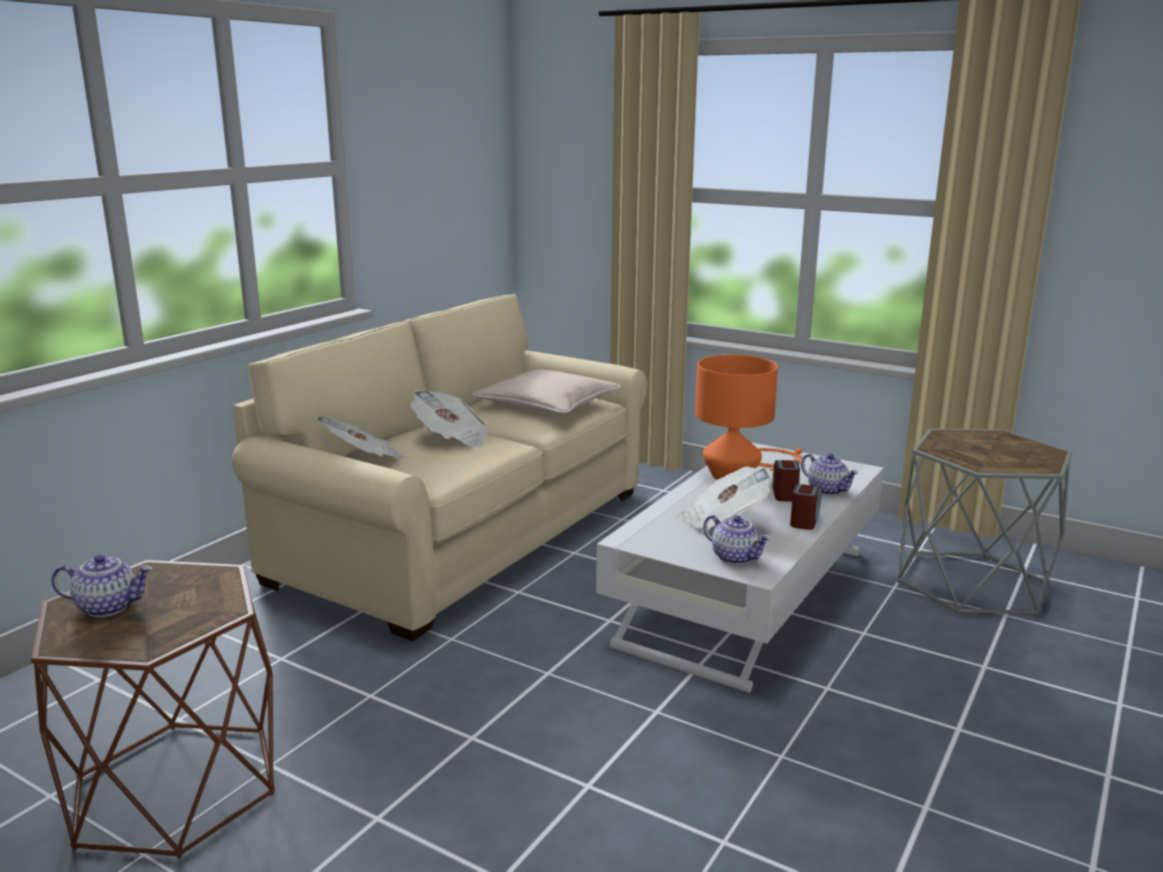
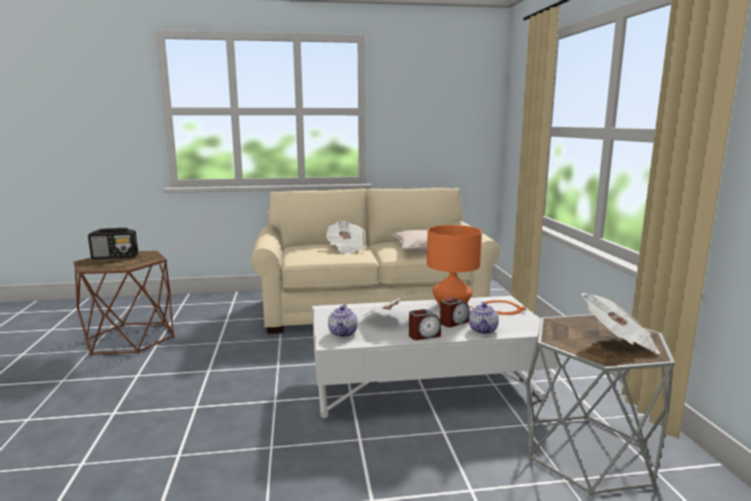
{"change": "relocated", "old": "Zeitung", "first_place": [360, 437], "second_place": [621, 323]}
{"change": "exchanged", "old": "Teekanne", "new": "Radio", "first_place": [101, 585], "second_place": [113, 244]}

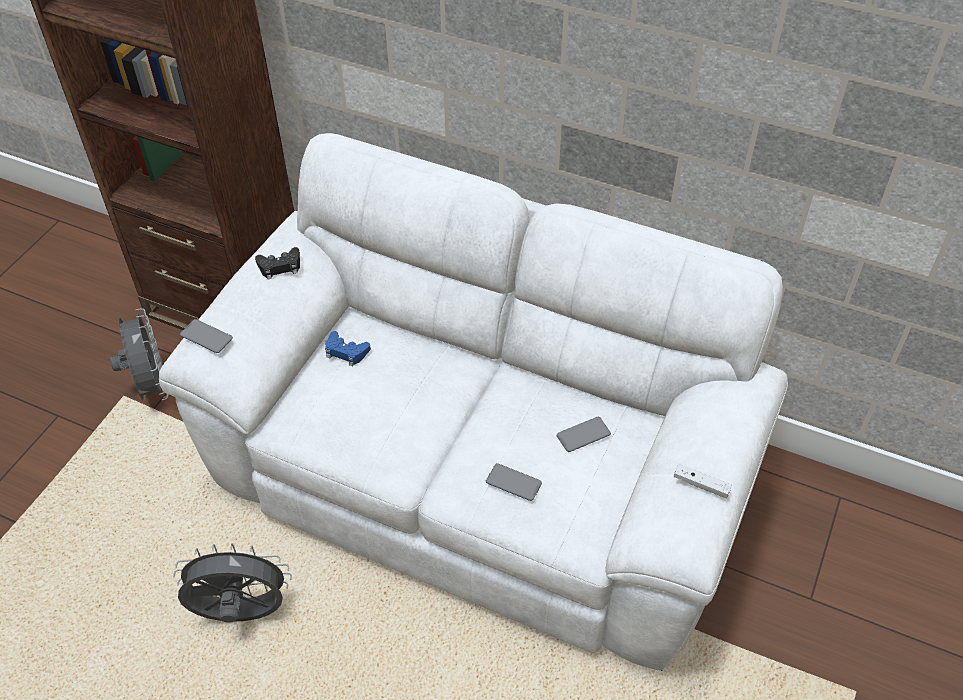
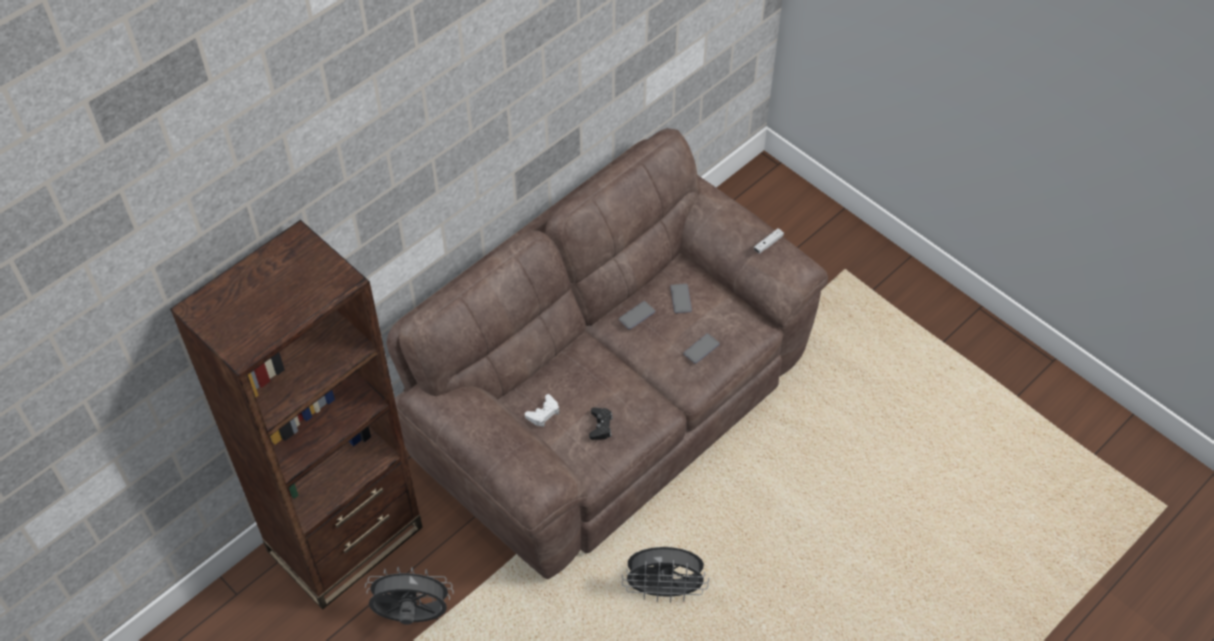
{"change": "relocated", "old": "Handy", "first_place": [206, 336], "second_place": [637, 315]}
{"change": "relocated", "old": "Gamepad [schwarz]", "first_place": [277, 263], "second_place": [601, 423]}
{"change": "colour", "old": "Sofa [weiß]", "new": "Sofa [braun]", "first_place": [473, 402], "second_place": [607, 353]}
{"change": "colour", "old": "Gamepad [blau]", "new": "Gamepad [weiß]", "first_place": [348, 348], "second_place": [542, 410]}
{"change": "spun", "old": "Ventilator [grau]", "first_place": [232, 583], "second_place": [665, 575], "degrees": -105}

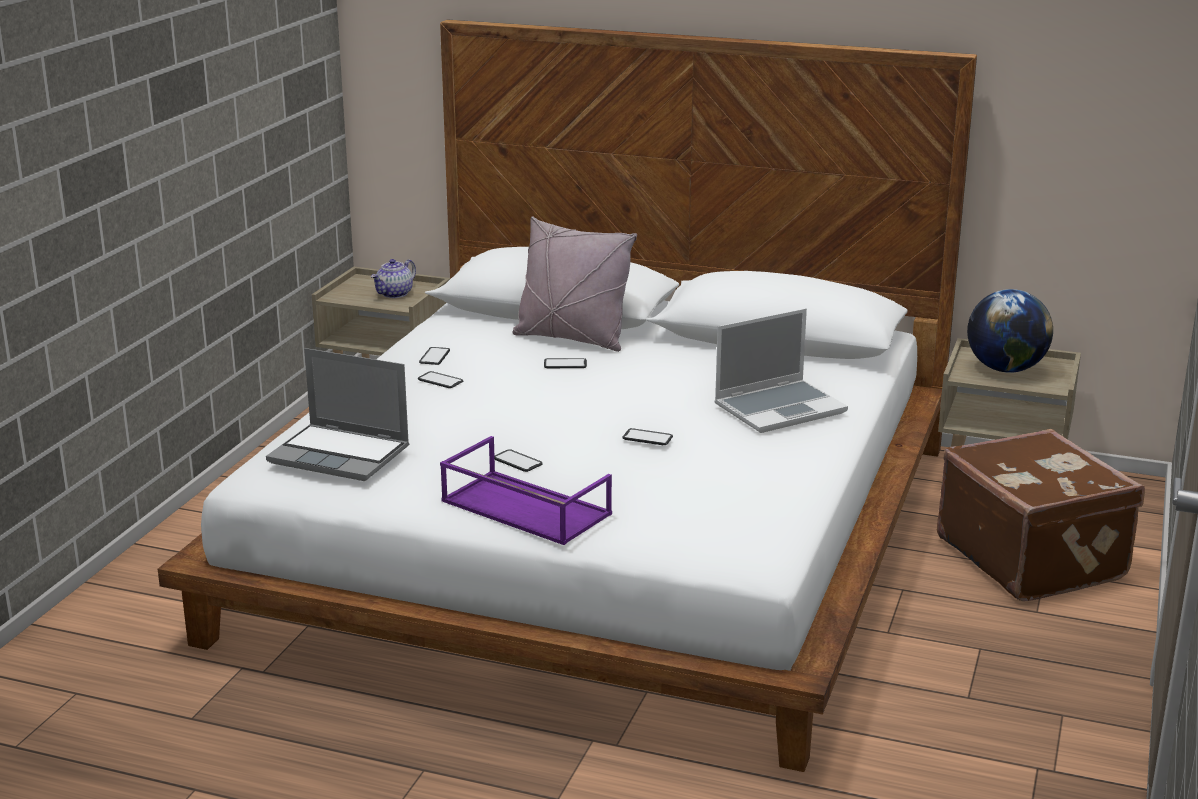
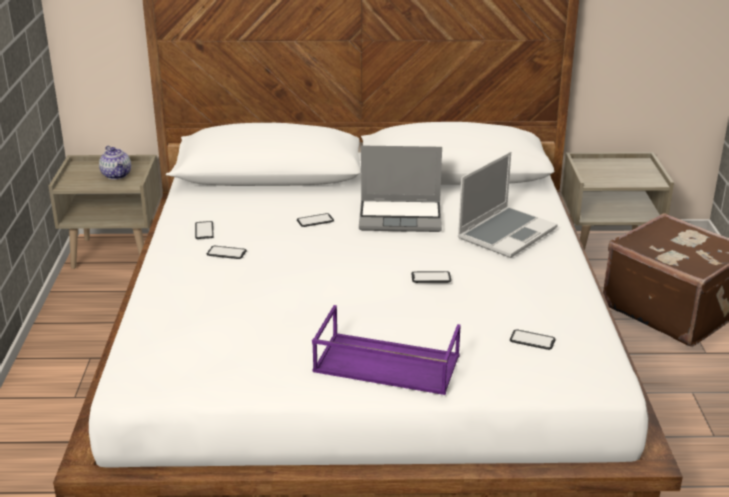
{"change": "missing", "old": "Kissen [lila]", "first_place": [574, 284]}
{"change": "missing", "old": "Globus", "first_place": [1010, 331]}
{"change": "relocated", "old": "Laptop", "first_place": [337, 414], "second_place": [400, 188]}
{"change": "relocated", "old": "Handy", "first_place": [518, 460], "second_place": [533, 339]}
{"change": "spun", "old": "Teekanne", "first_place": [393, 278], "second_place": [115, 162], "degrees": -45}

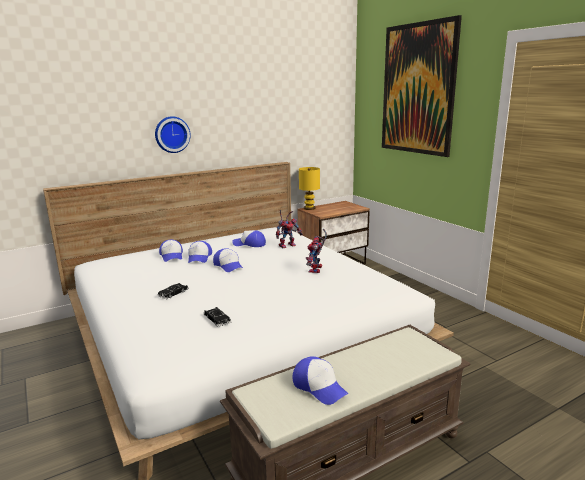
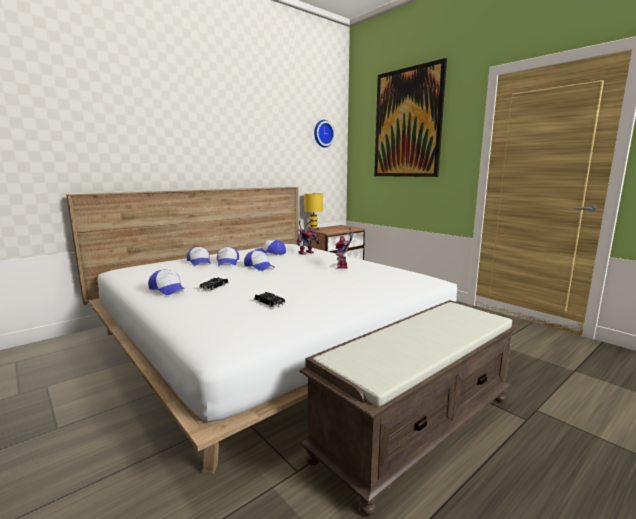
{"change": "relocated", "old": "Wanduhr", "first_place": [173, 134], "second_place": [324, 133]}
{"change": "relocated", "old": "Kappe", "first_place": [320, 380], "second_place": [166, 282]}

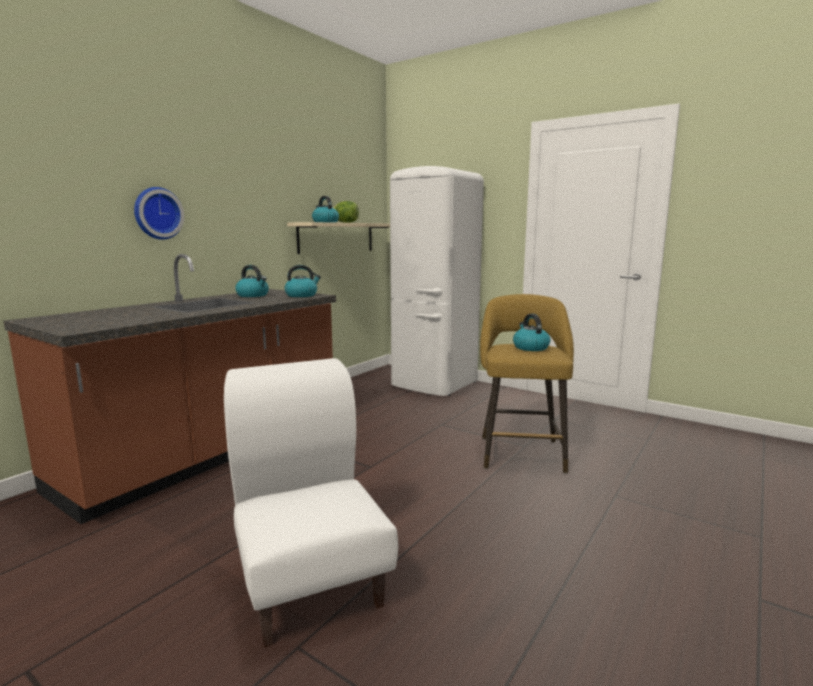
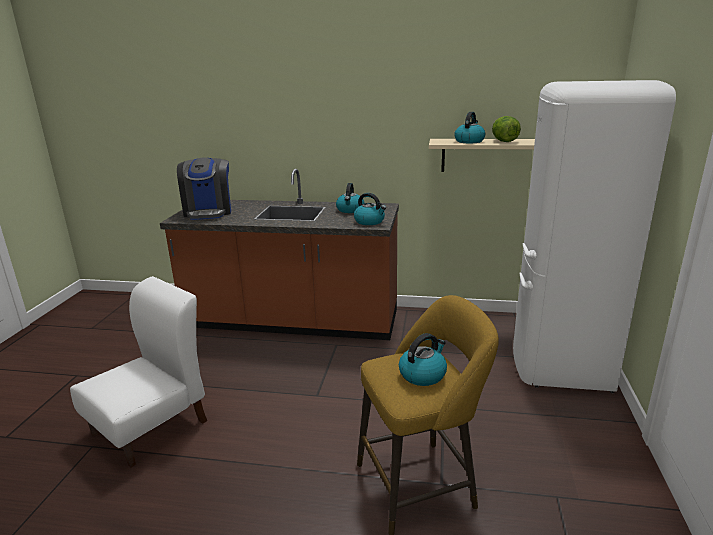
{"change": "missing", "old": "Wanduhr", "first_place": [159, 213]}
{"change": "appeared", "new": "Kaffeemaschine", "second_place": [204, 189]}

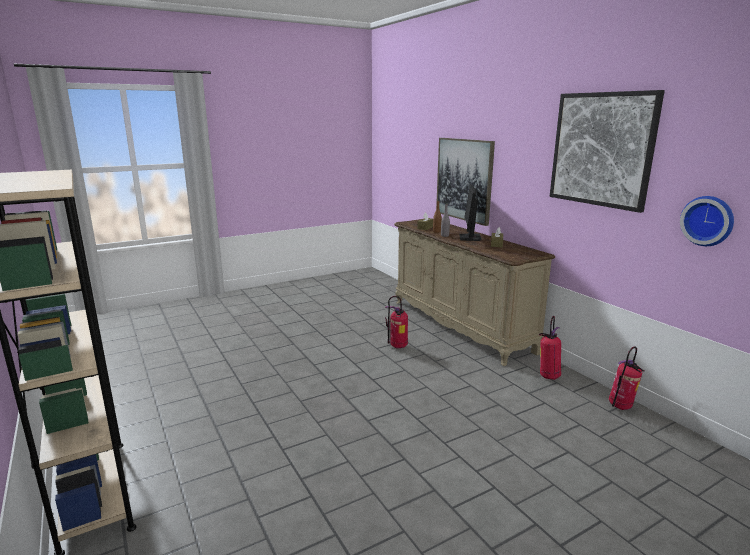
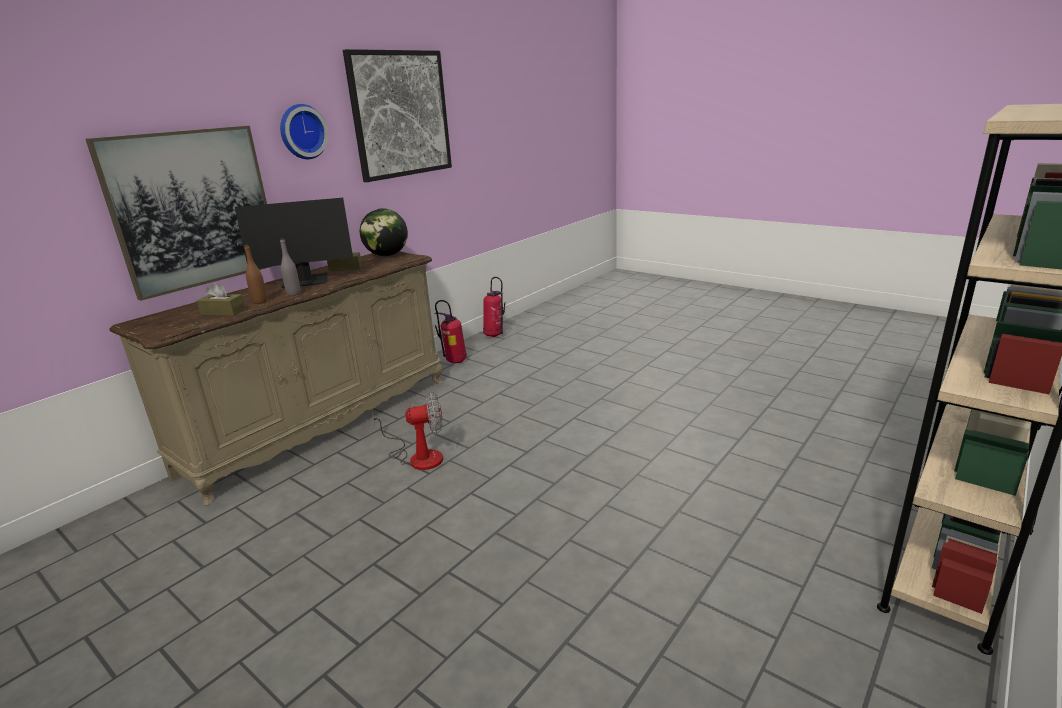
{"change": "appeared", "new": "Globus", "second_place": [384, 232]}
{"change": "relocated", "old": "Wanduhr", "first_place": [707, 221], "second_place": [304, 131]}
{"change": "exchanged", "old": "Feuerlöscher", "new": "Ventilator", "first_place": [396, 322], "second_place": [407, 431]}

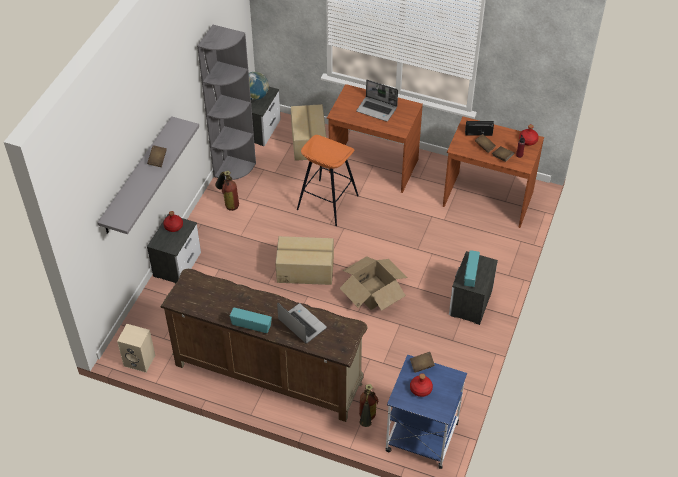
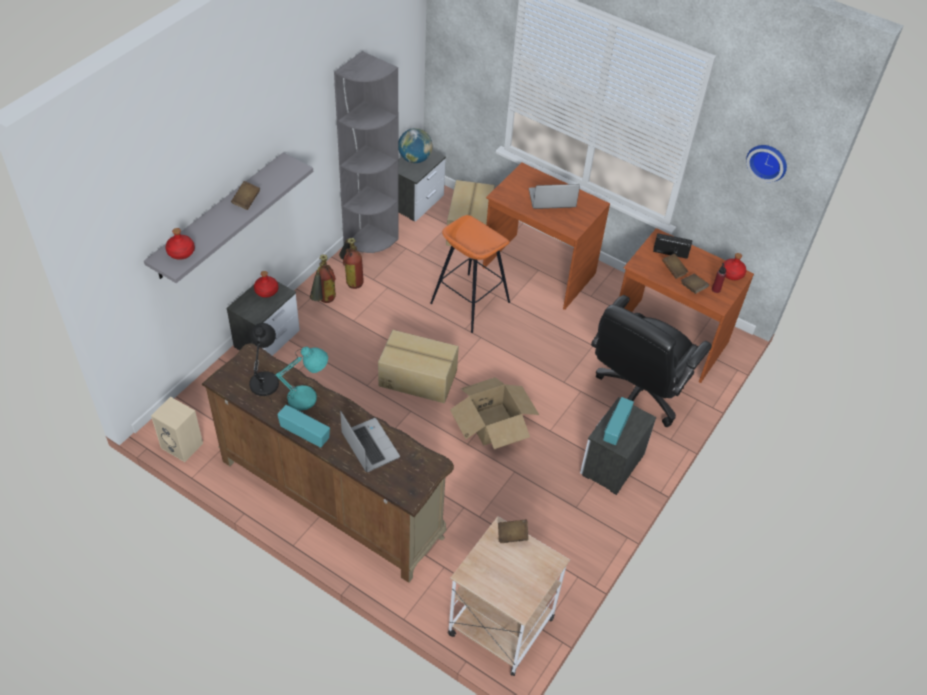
{"change": "appeared", "new": "Tischlampe [schwarz]", "second_place": [264, 362]}
{"change": "appeared", "new": "Tischlampe [türkis]", "second_place": [301, 378]}
{"change": "appeared", "new": "Bürostuhl [schwarz]", "second_place": [651, 361]}
{"change": "appeared", "new": "Wanduhr", "second_place": [766, 163]}
{"change": "relocated", "old": "Feuerlöscher", "first_place": [368, 405], "second_place": [323, 279]}
{"change": "relocated", "old": "Flasche [rot]", "first_place": [421, 385], "second_place": [180, 244]}
{"change": "colour", "old": "Rollwagen [blau]", "new": "Rollwagen [beige]", "first_place": [426, 411], "second_place": [508, 596]}
{"change": "spun", "old": "Laptop", "first_place": [377, 101], "second_place": [554, 196], "degrees": 135}

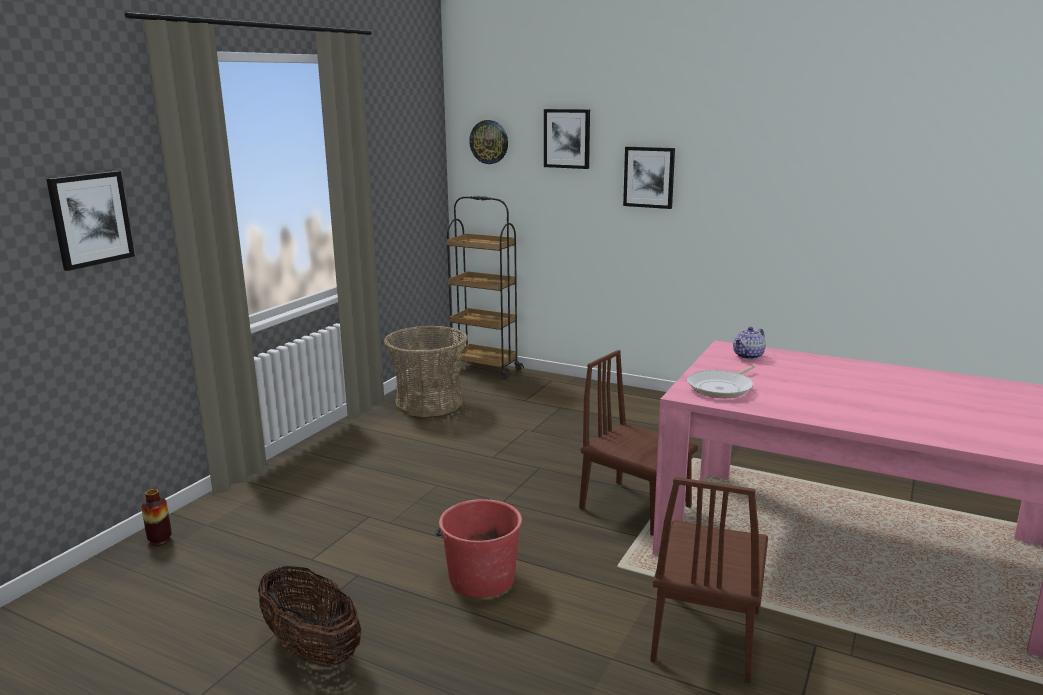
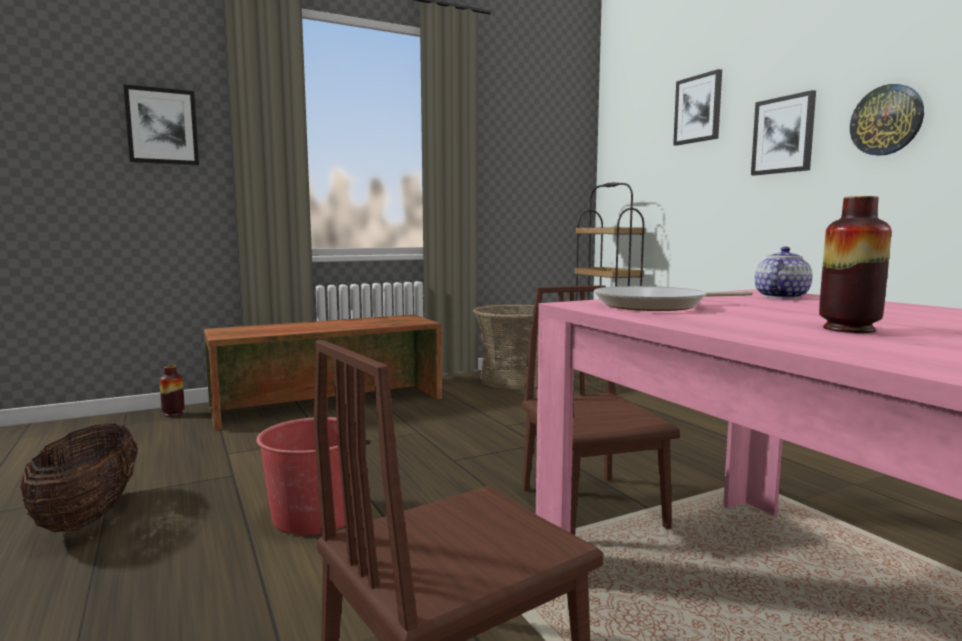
{"change": "appeared", "new": "Bank [braun]", "second_place": [323, 372]}
{"change": "appeared", "new": "Vase", "second_place": [855, 264]}
{"change": "relocated", "old": "Wanduhr", "first_place": [488, 142], "second_place": [887, 120]}
{"change": "spun", "old": "Teekanne", "first_place": [749, 343], "second_place": [783, 273], "degrees": 135}

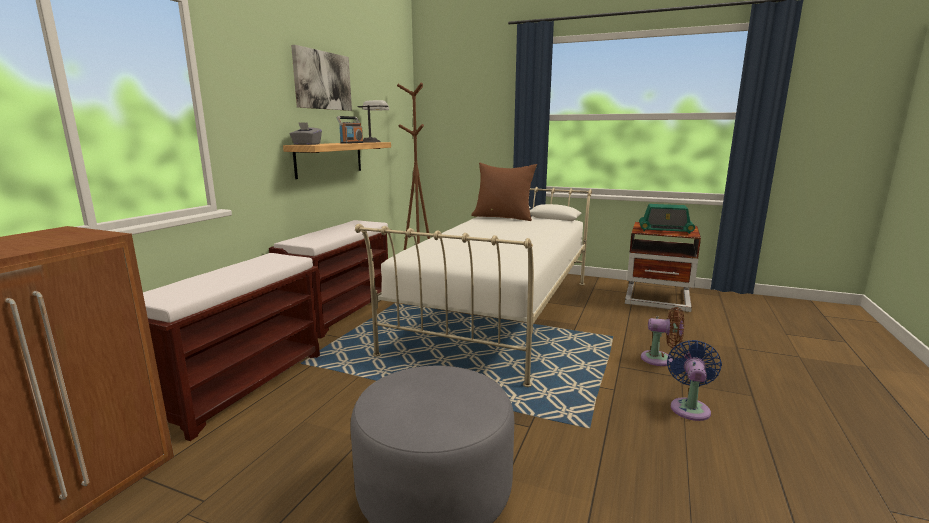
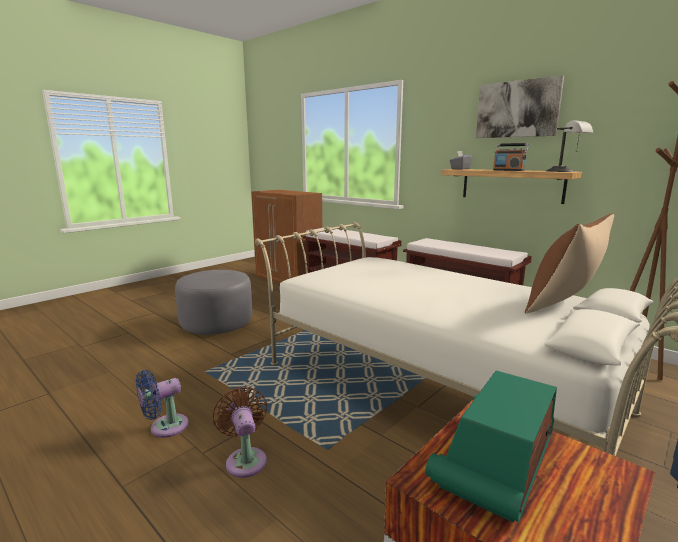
{"change": "spun", "old": "Ventilator [braun]", "first_place": [662, 336], "second_place": [240, 432], "degrees": 120}
{"change": "spun", "old": "Ventilator [blau]", "first_place": [694, 380], "second_place": [162, 404], "degrees": 105}

